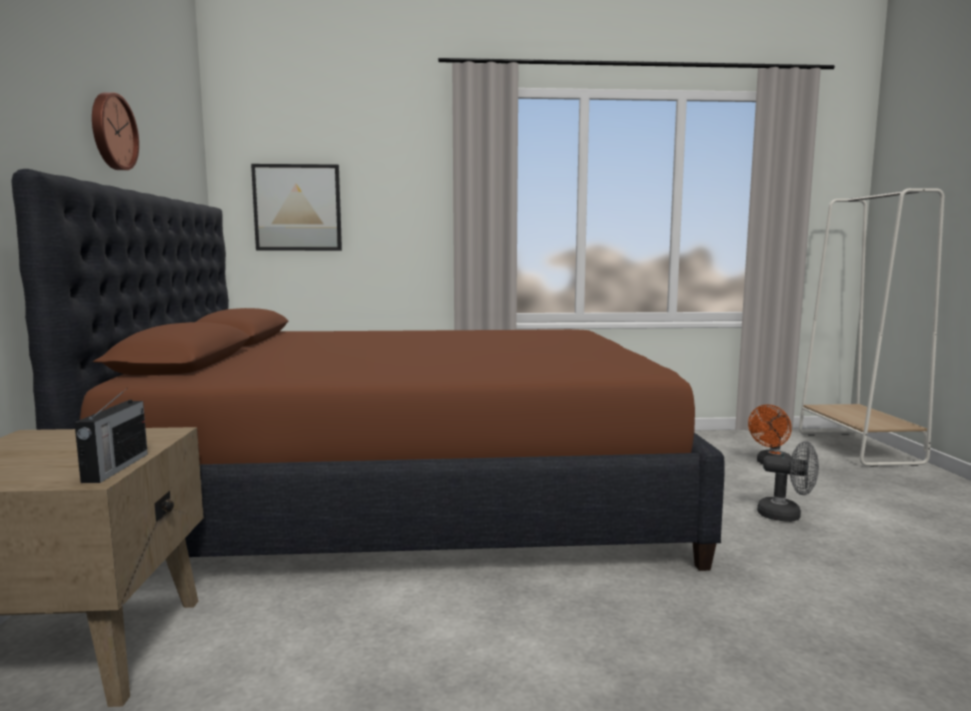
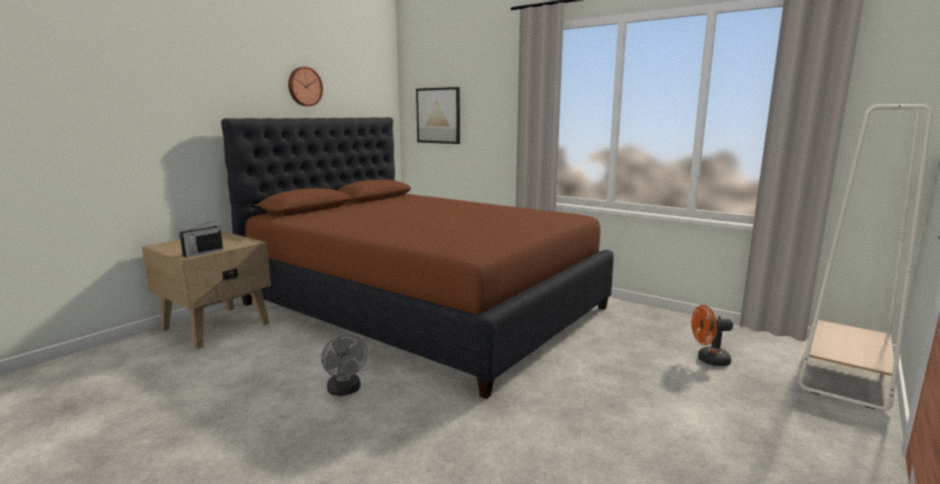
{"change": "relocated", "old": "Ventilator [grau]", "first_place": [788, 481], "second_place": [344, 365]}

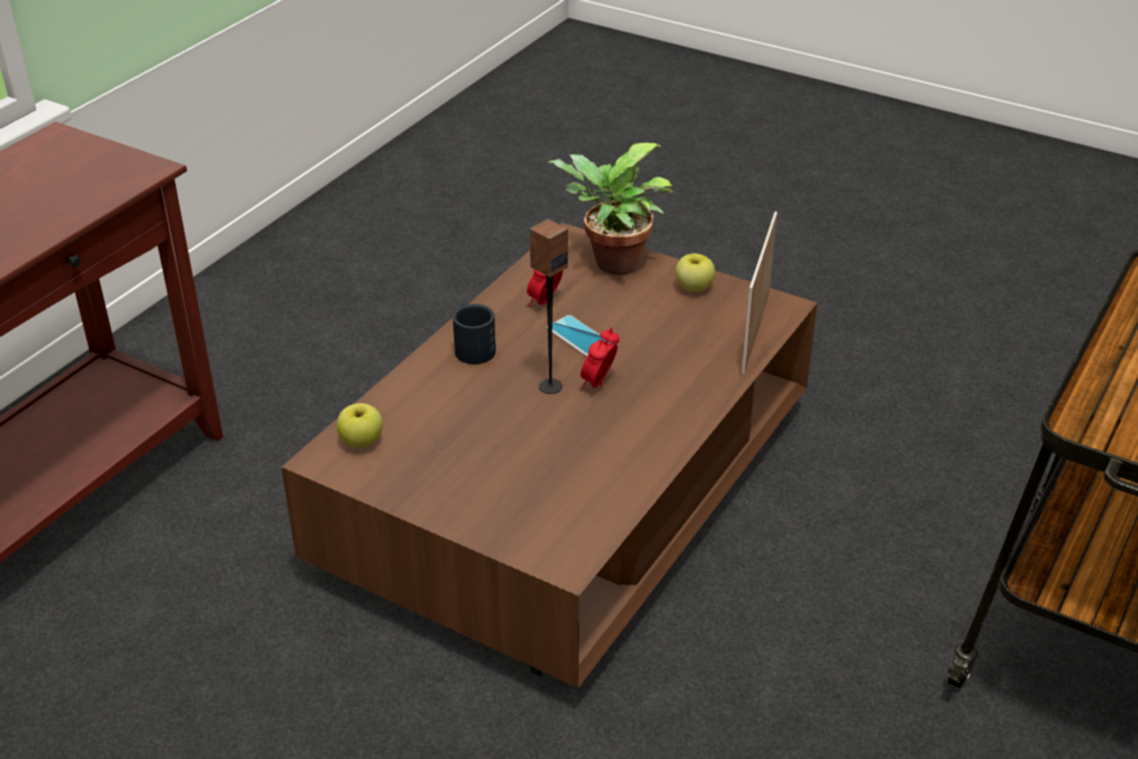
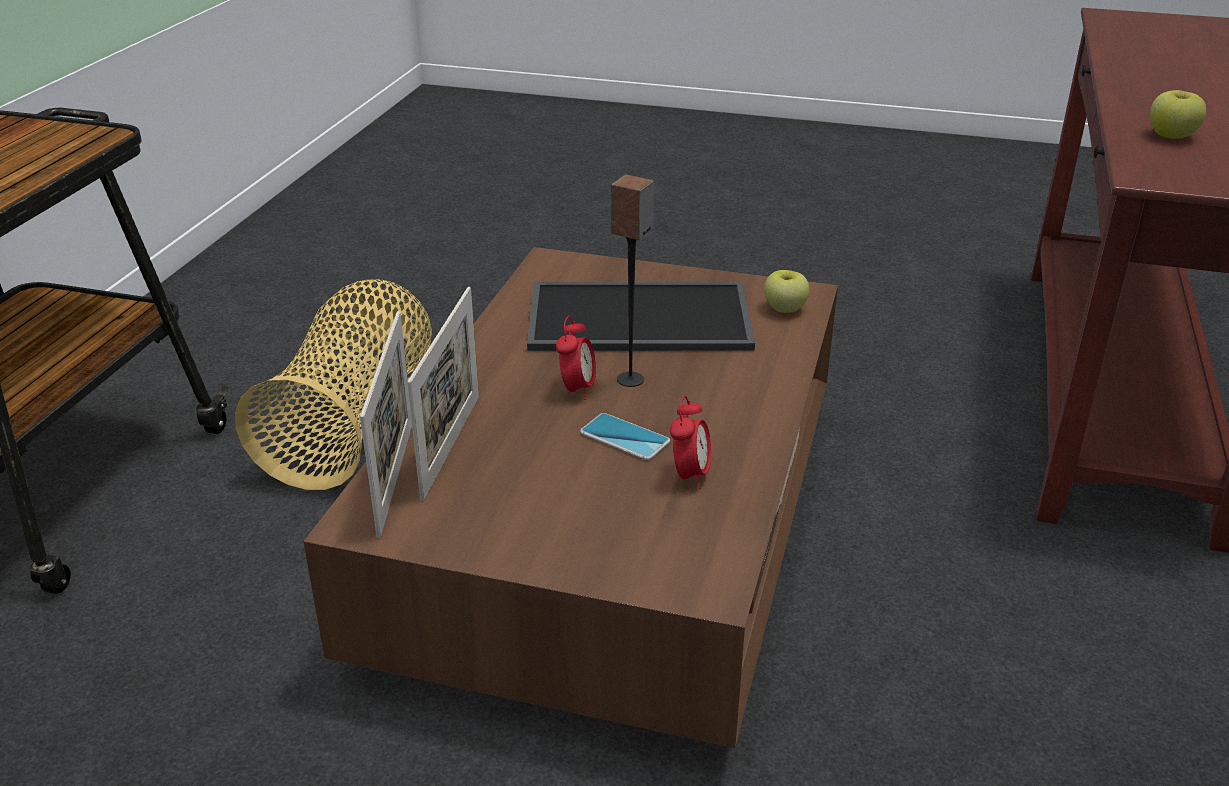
{"change": "missing", "old": "Henkelbecher [schwarz]", "first_place": [474, 333]}
{"change": "missing", "old": "Topfpflanze", "first_place": [610, 209]}
{"change": "appeared", "new": "Korb", "second_place": [333, 384]}
{"change": "appeared", "new": "Bilderrahmen", "second_place": [443, 394]}
{"change": "appeared", "new": "Tablett", "second_place": [641, 316]}
{"change": "relocated", "old": "Apfel", "first_place": [695, 272], "second_place": [1178, 114]}

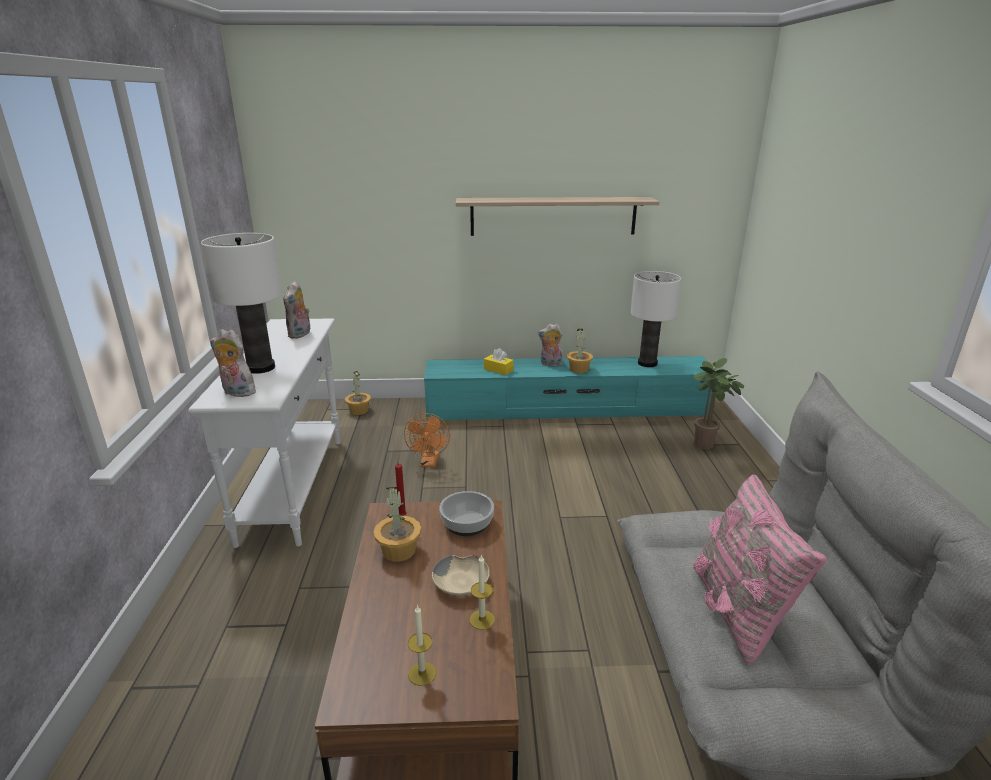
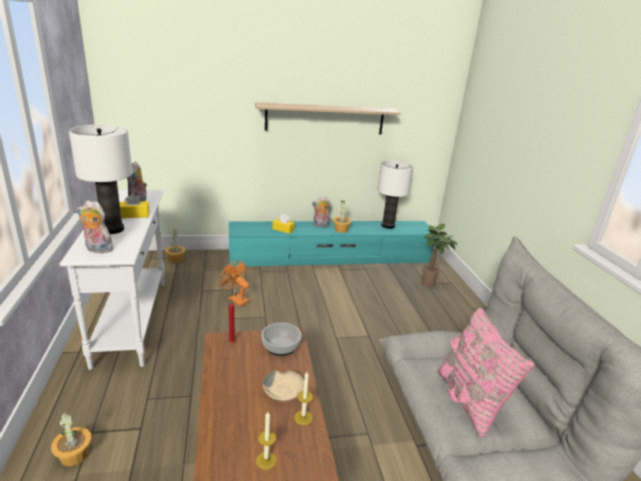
{"change": "appeared", "new": "Taschentuchbox [gelb]", "second_place": [134, 206]}
{"change": "relocated", "old": "Topfpflanze", "first_place": [397, 524], "second_place": [71, 439]}
{"change": "spun", "old": "Ventilator [orange]", "first_place": [427, 440], "second_place": [234, 283], "degrees": 135}

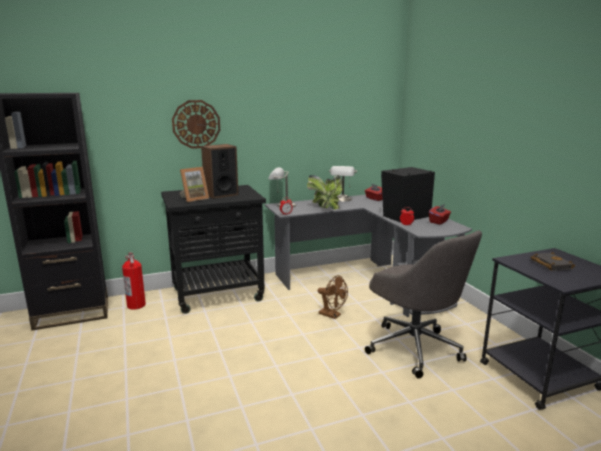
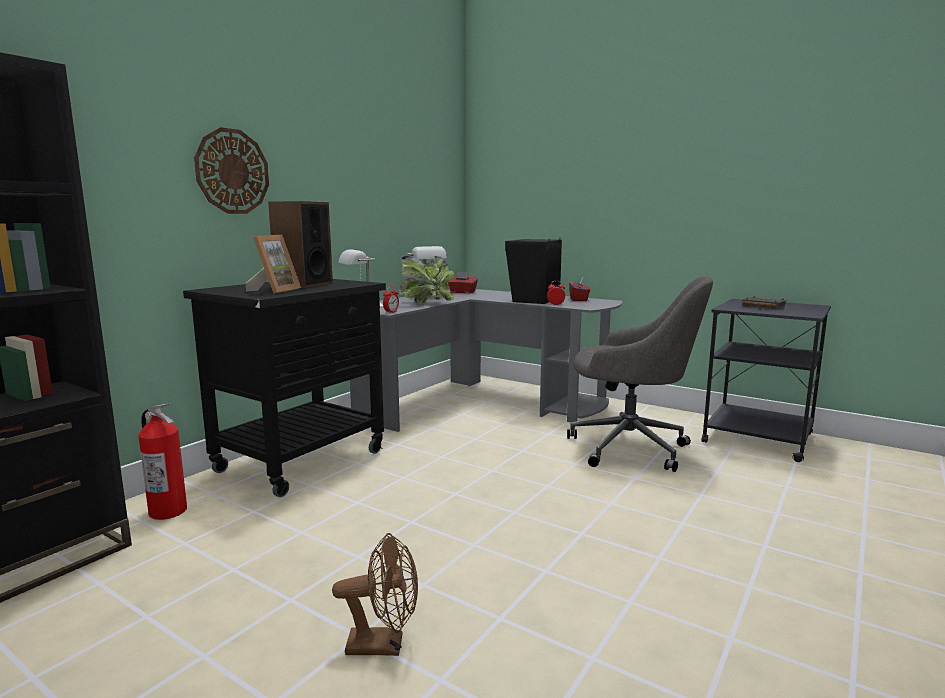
{"change": "relocated", "old": "Ventilator [braun]", "first_place": [333, 297], "second_place": [375, 594]}

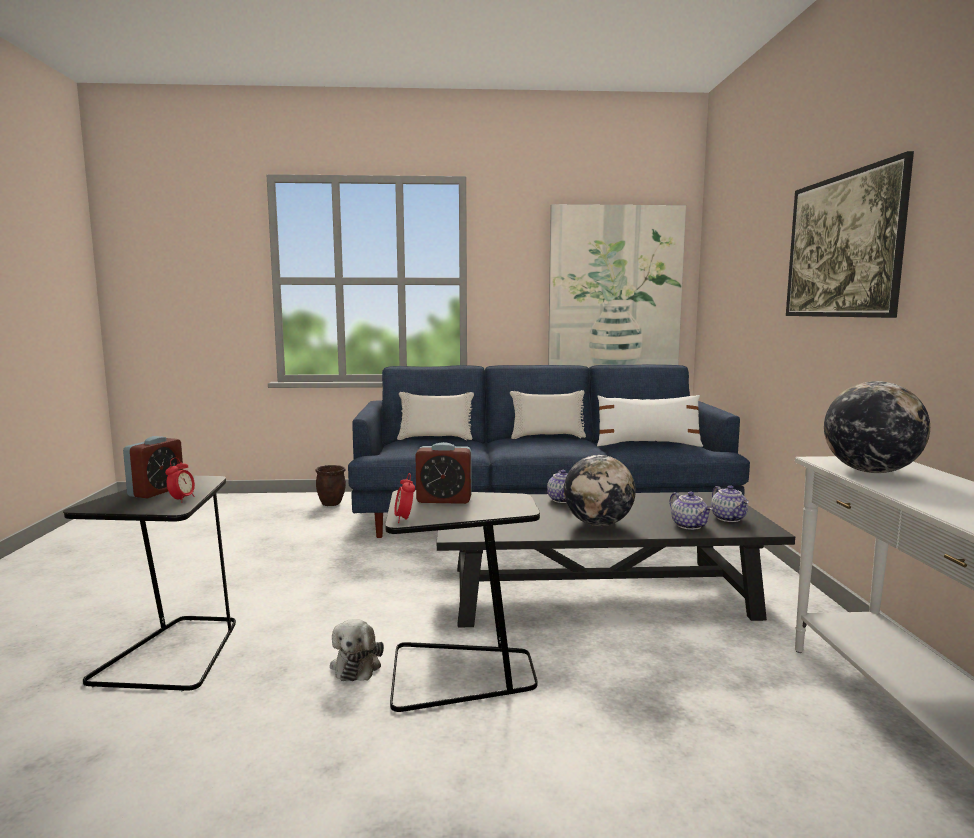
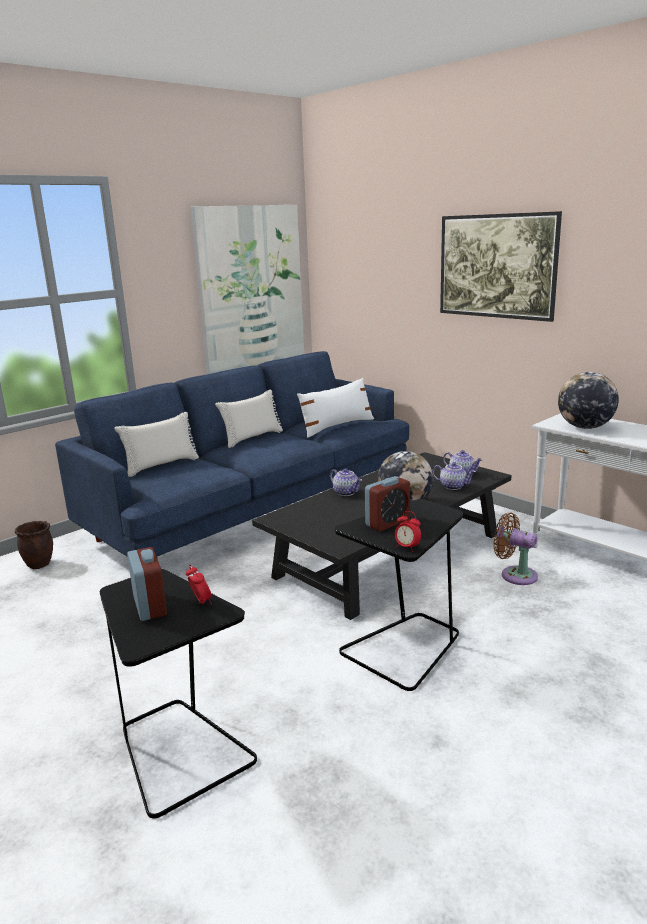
{"change": "missing", "old": "Plüschtier", "first_place": [357, 650]}
{"change": "appeared", "new": "Ventilator [braun]", "second_place": [515, 549]}

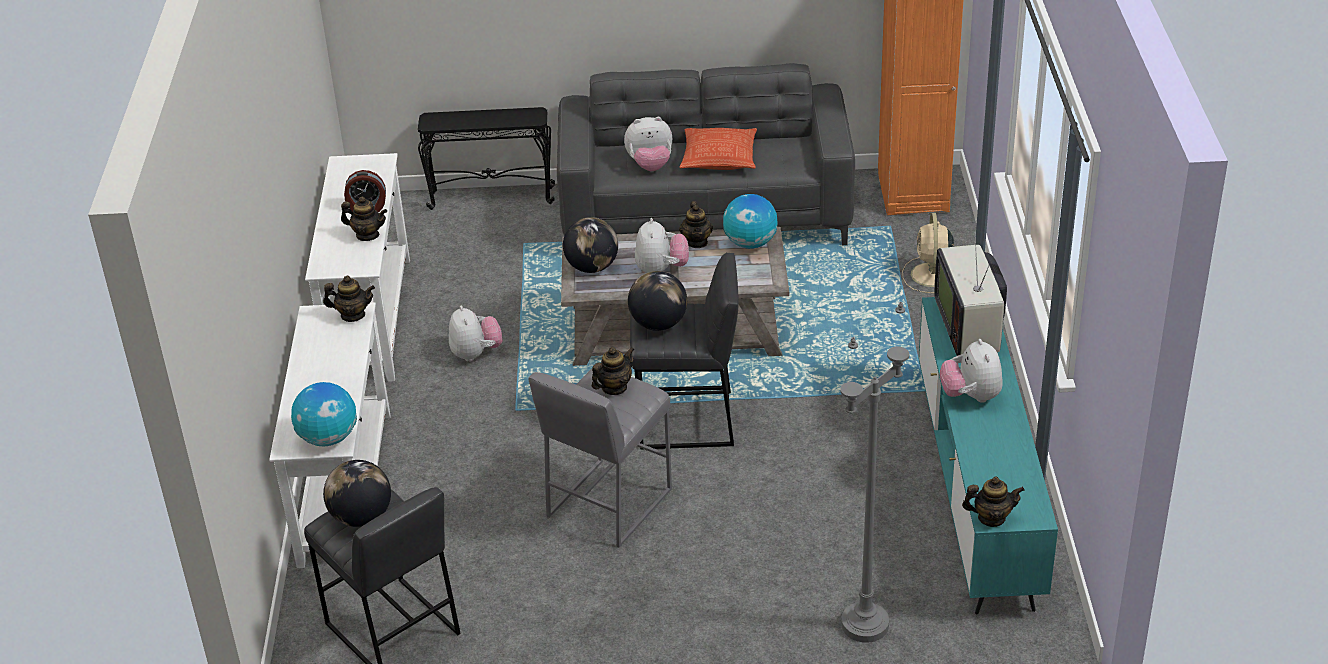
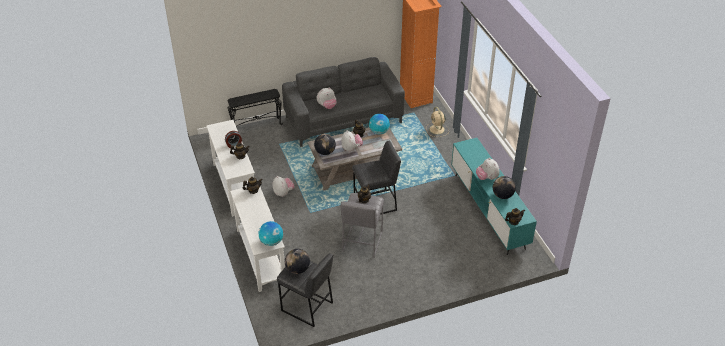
{"change": "missing", "old": "Kissen [orange]", "first_place": [718, 149]}
{"change": "missing", "old": "Stehlampe [grau]", "first_place": [874, 472]}
{"change": "missing", "old": "Fernseher", "first_place": [970, 293]}
{"change": "relocated", "old": "Globus", "first_place": [657, 301], "second_place": [504, 187]}

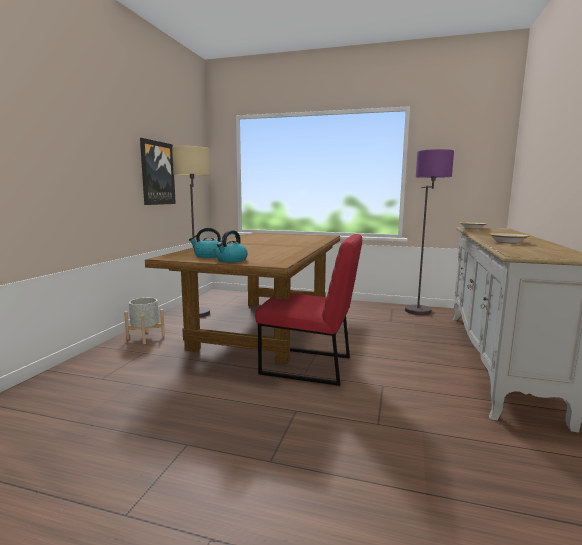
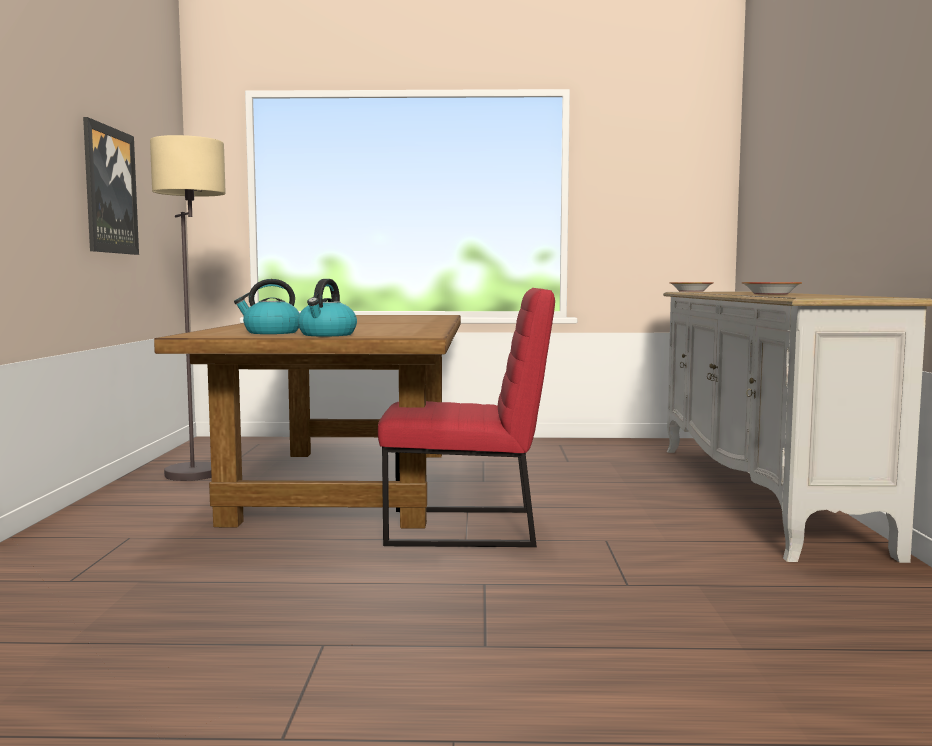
{"change": "missing", "old": "Pflanzkübel [grau]", "first_place": [144, 321]}
{"change": "missing", "old": "Stehlampe [lila]", "first_place": [429, 232]}

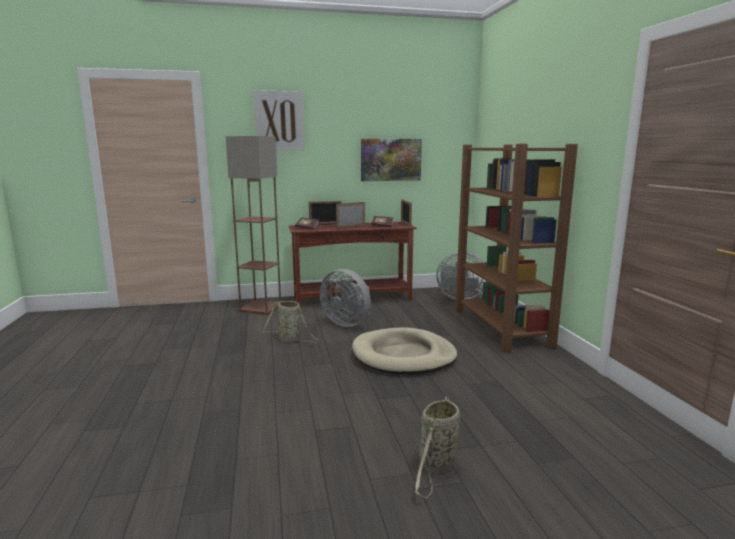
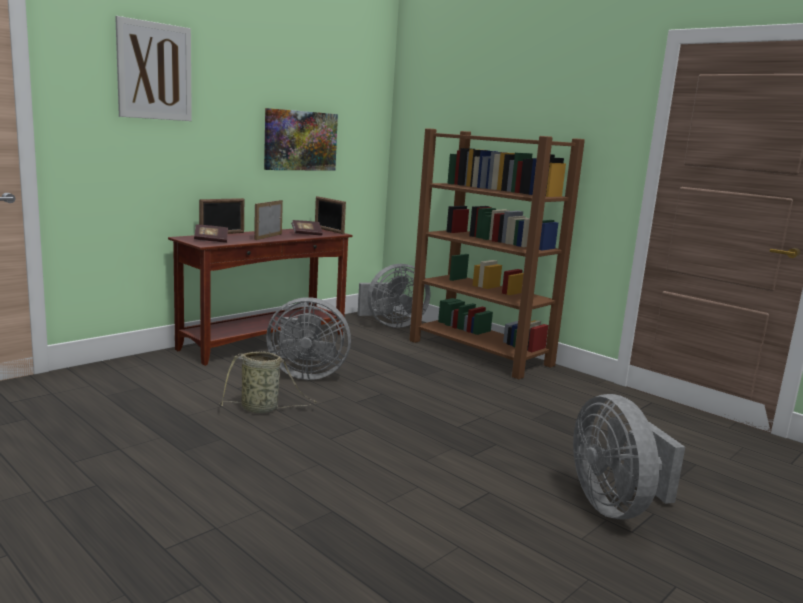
{"change": "missing", "old": "Stehlampe", "first_place": [253, 225]}
{"change": "missing", "old": "Hundebett [beige]", "first_place": [404, 351]}
{"change": "exchanged", "old": "Korb", "new": "Ventilator [grau]", "first_place": [437, 447], "second_place": [629, 457]}

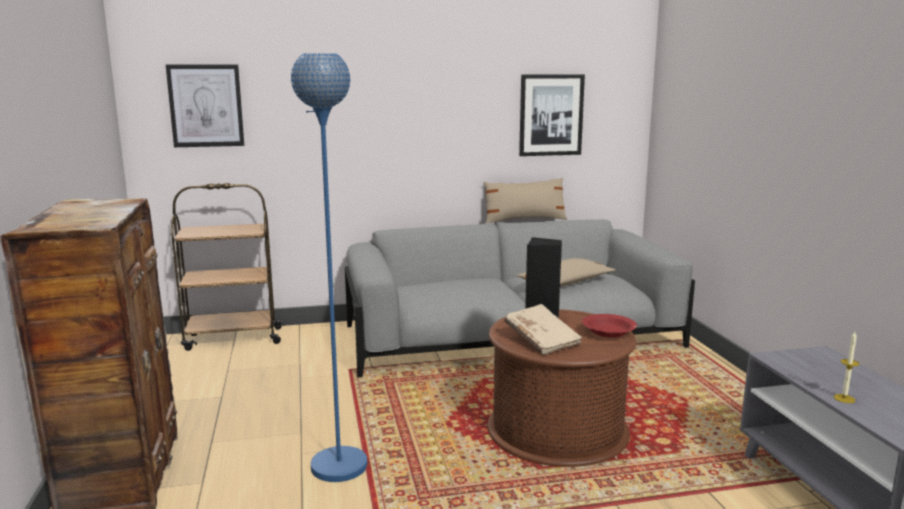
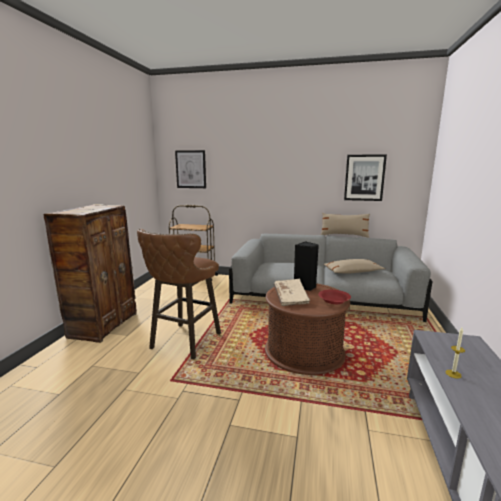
{"change": "exchanged", "old": "Stehlampe [blau]", "new": "Hocker [braun]", "first_place": [329, 267], "second_place": [179, 294]}

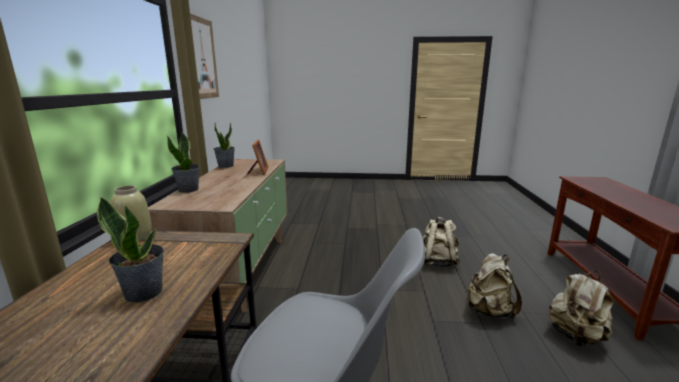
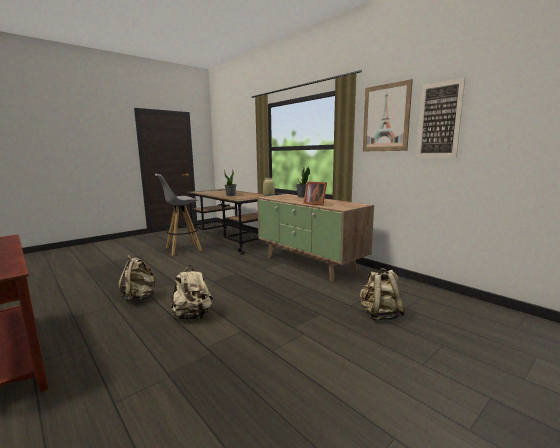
{"change": "missing", "old": "Topfpflanze", "first_place": [224, 145]}
{"change": "appeared", "new": "Bild", "second_place": [440, 117]}
{"change": "relocated", "old": "Rucksack [beige]", "first_place": [581, 308], "second_place": [382, 294]}

